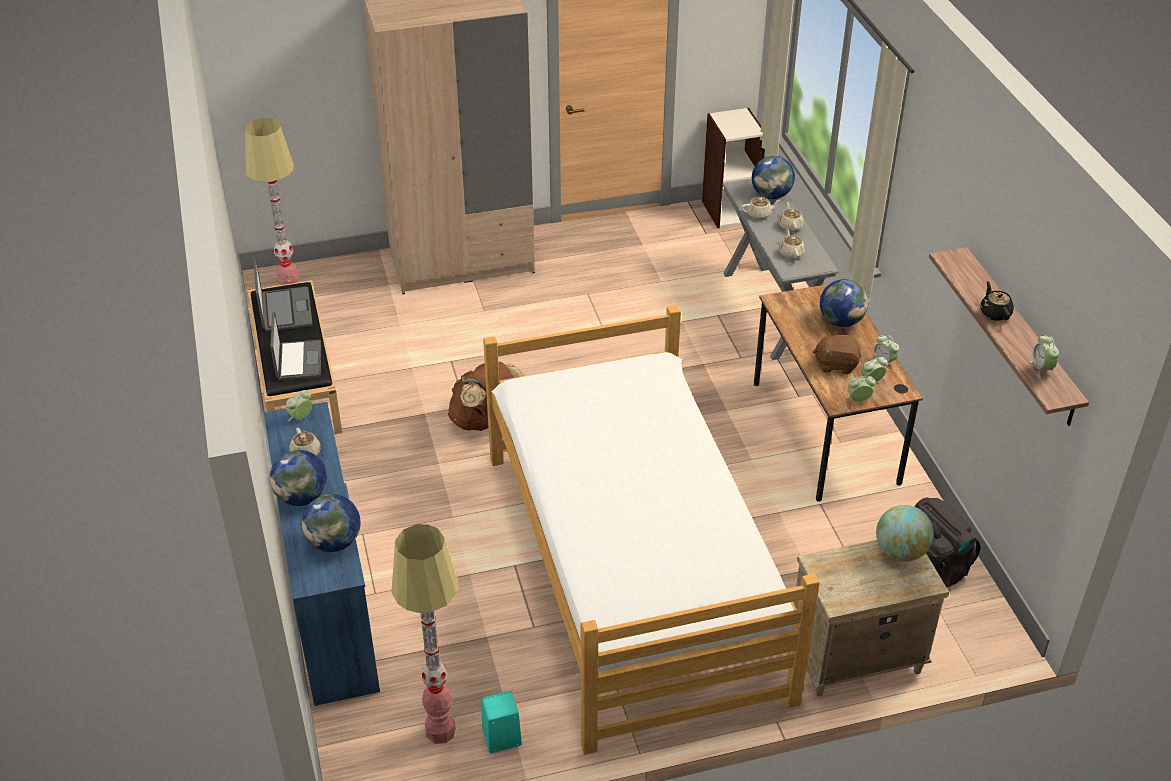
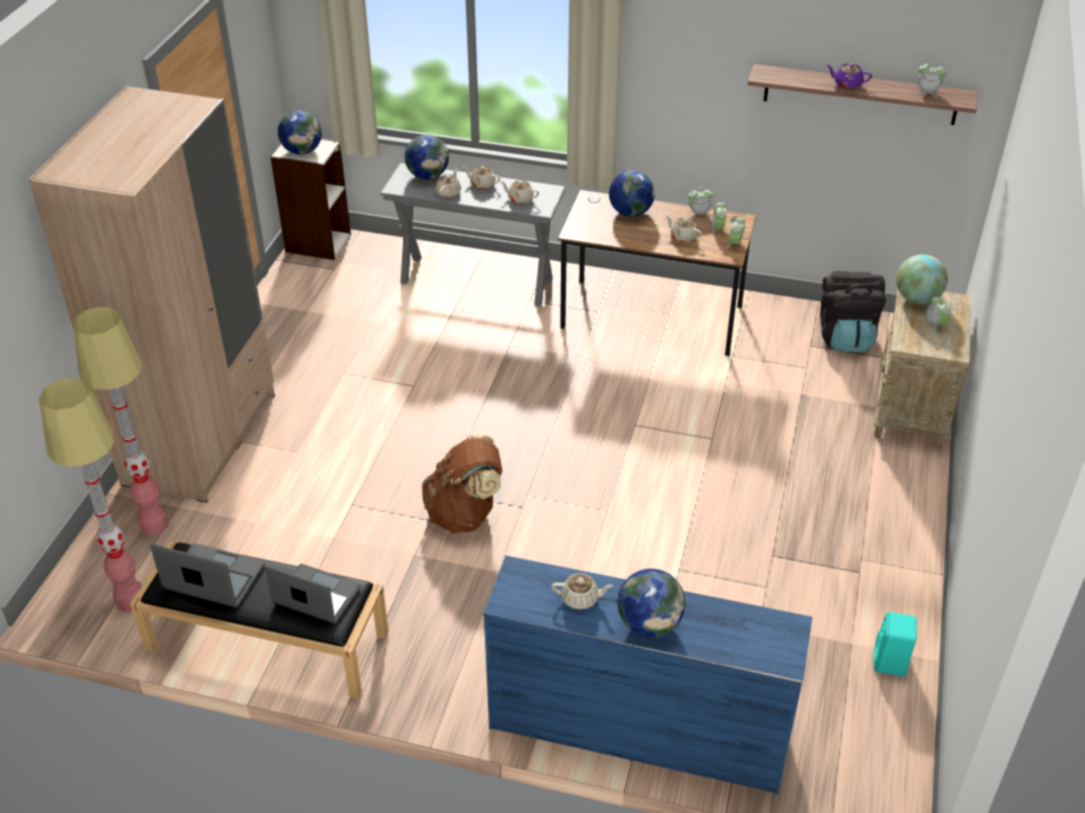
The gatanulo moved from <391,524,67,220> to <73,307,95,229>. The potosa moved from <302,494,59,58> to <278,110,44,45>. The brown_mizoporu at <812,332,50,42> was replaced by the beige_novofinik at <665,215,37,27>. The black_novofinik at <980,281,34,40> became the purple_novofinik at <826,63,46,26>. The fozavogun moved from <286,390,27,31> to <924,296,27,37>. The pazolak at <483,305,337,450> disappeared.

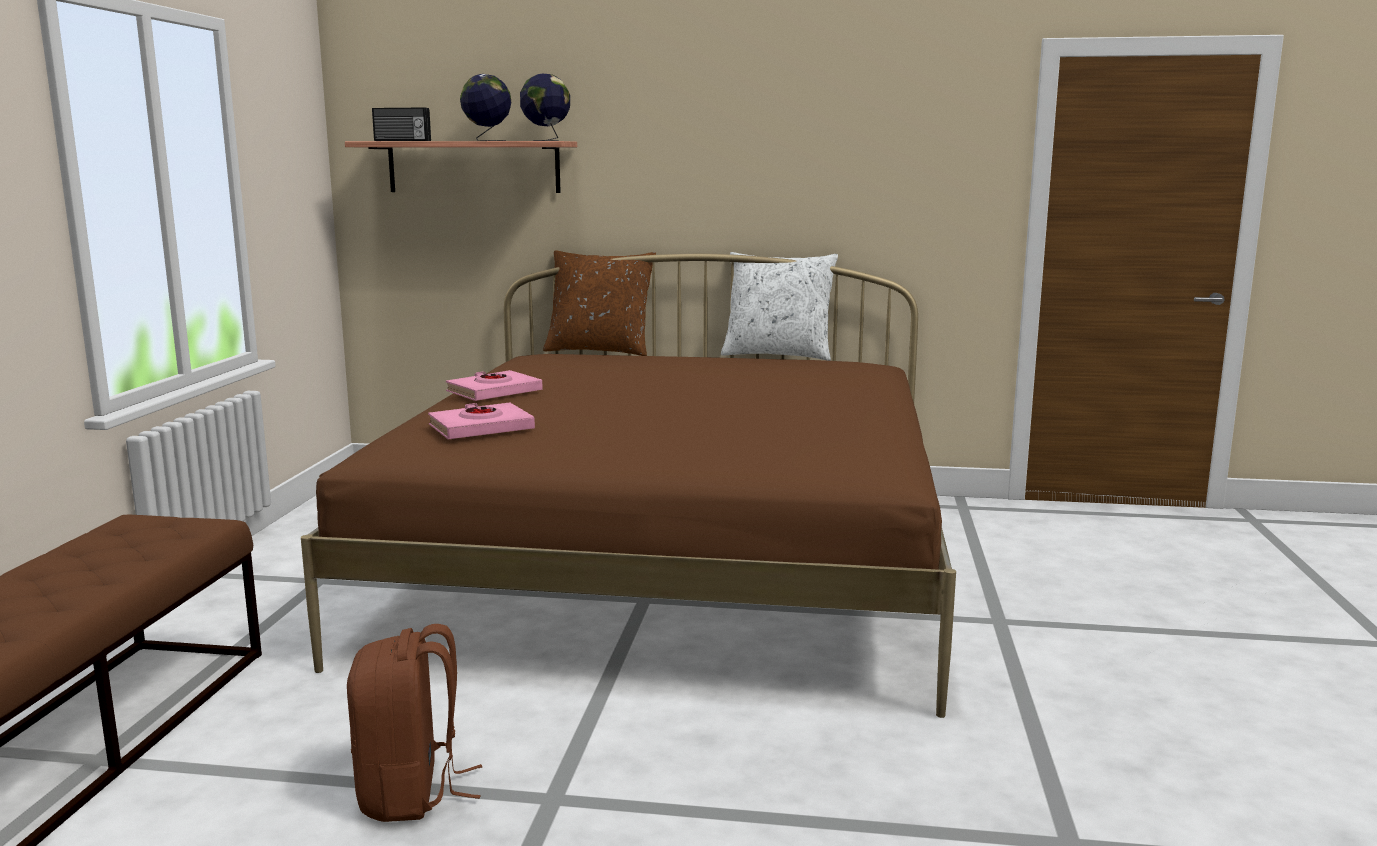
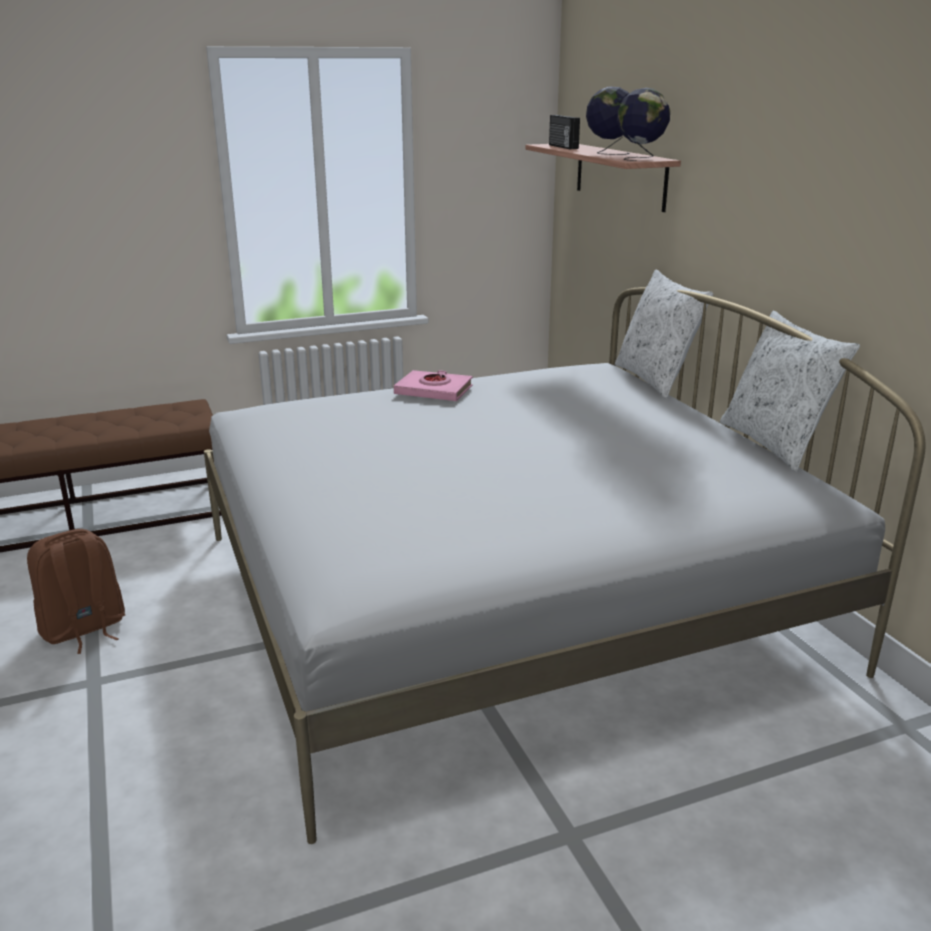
The brown_pazolak at <301,254,655,464> became the white_pazolak at <204,287,722,557>. The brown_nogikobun at <543,250,113,106> became the white_nogikobun at <615,270,98,129>. The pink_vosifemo at <428,403,107,36> disappeared.

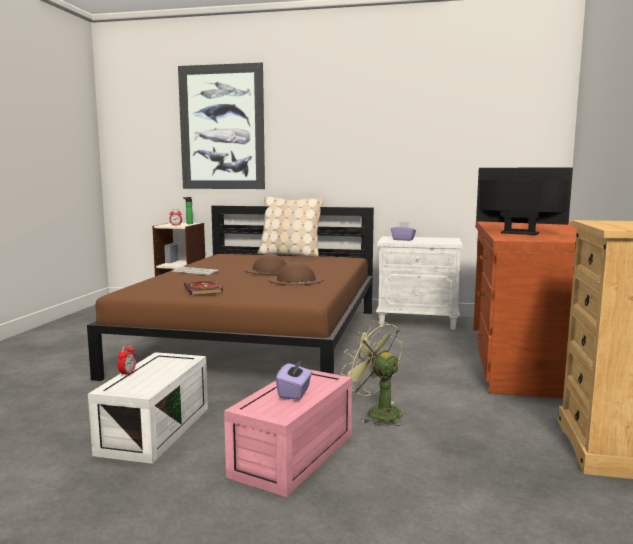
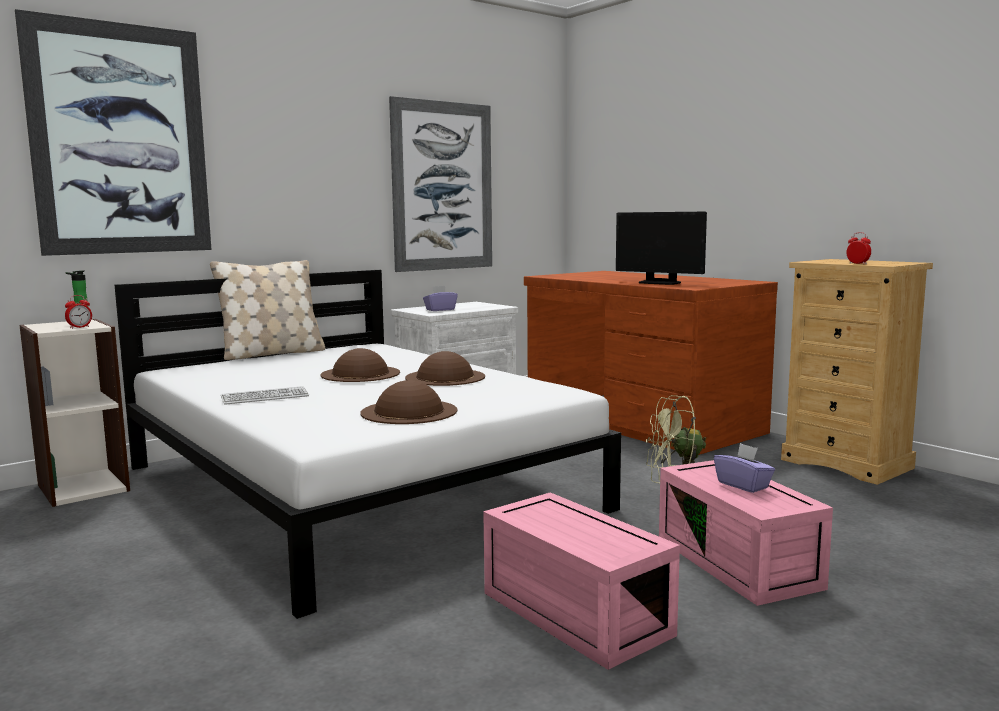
The brown_pazolak at <87,206,287,175> became the white_pazolak at <115,270,506,349>. The vosifemo at <184,280,39,15> was replaced by the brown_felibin at <360,380,97,44>. The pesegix at <389,96,103,176> appeared. The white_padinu at <88,352,120,112> became the pink_padinu at <483,493,197,177>. The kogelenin at <476,167,97,68> turned 120 degrees counterclockwise. The fozavogun moved from <118,344,18,33> to <846,232,25,32>.

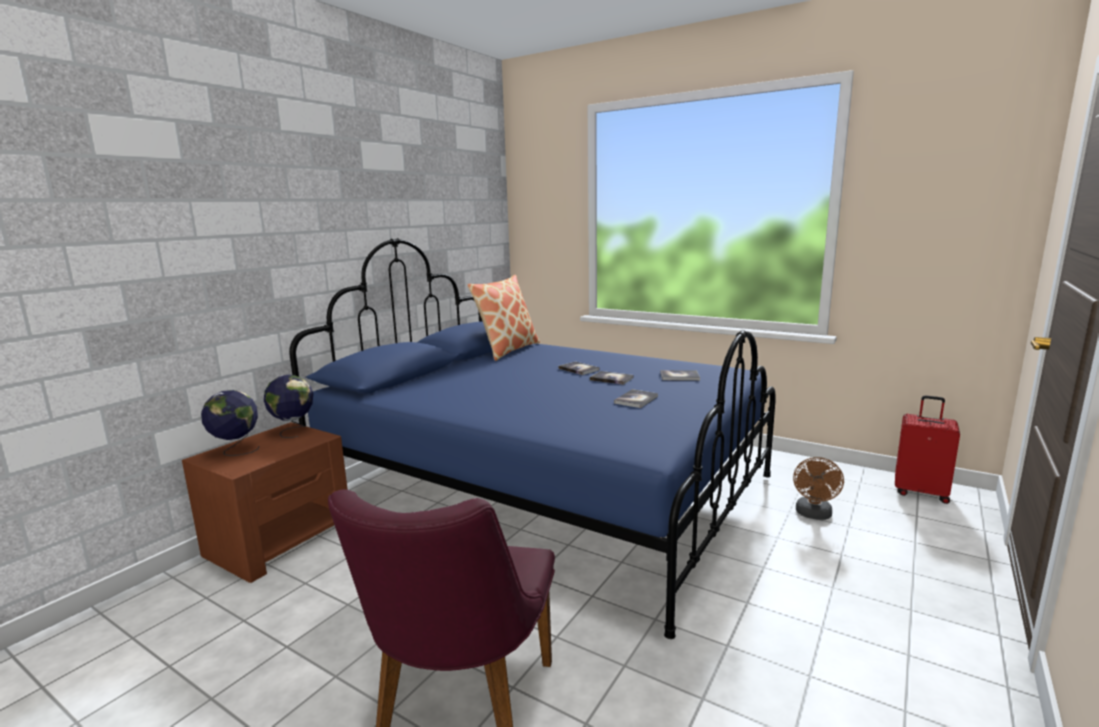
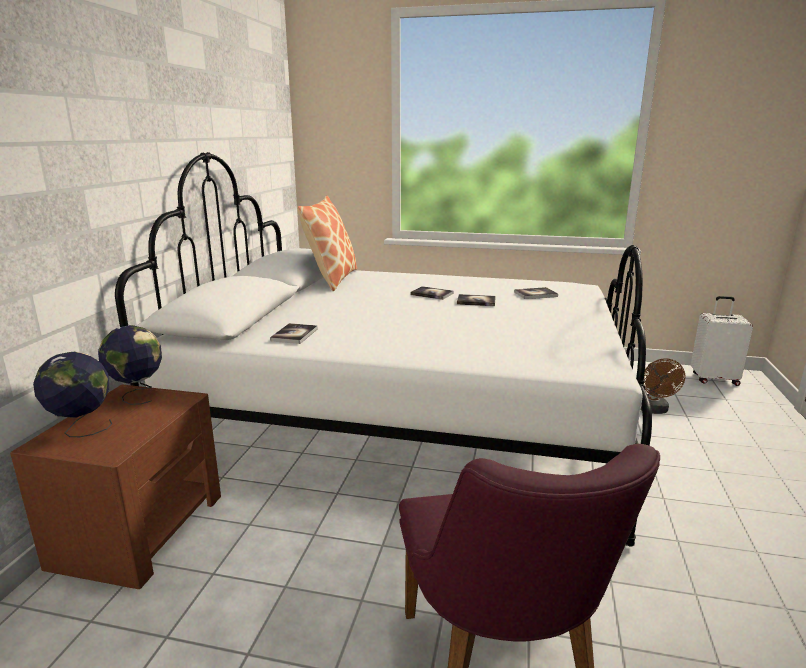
The blue_pazolak at <289,238,487,401> became the white_pazolak at <115,152,537,394>. The vosifemo moved from <614,389,44,19> to <270,323,48,21>. The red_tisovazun at <895,395,65,109> became the white_tisovazun at <691,296,62,90>.

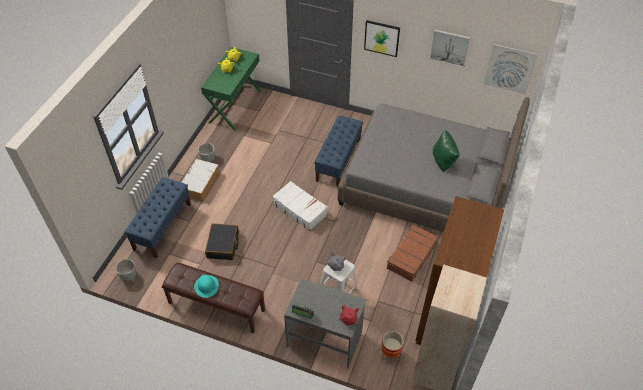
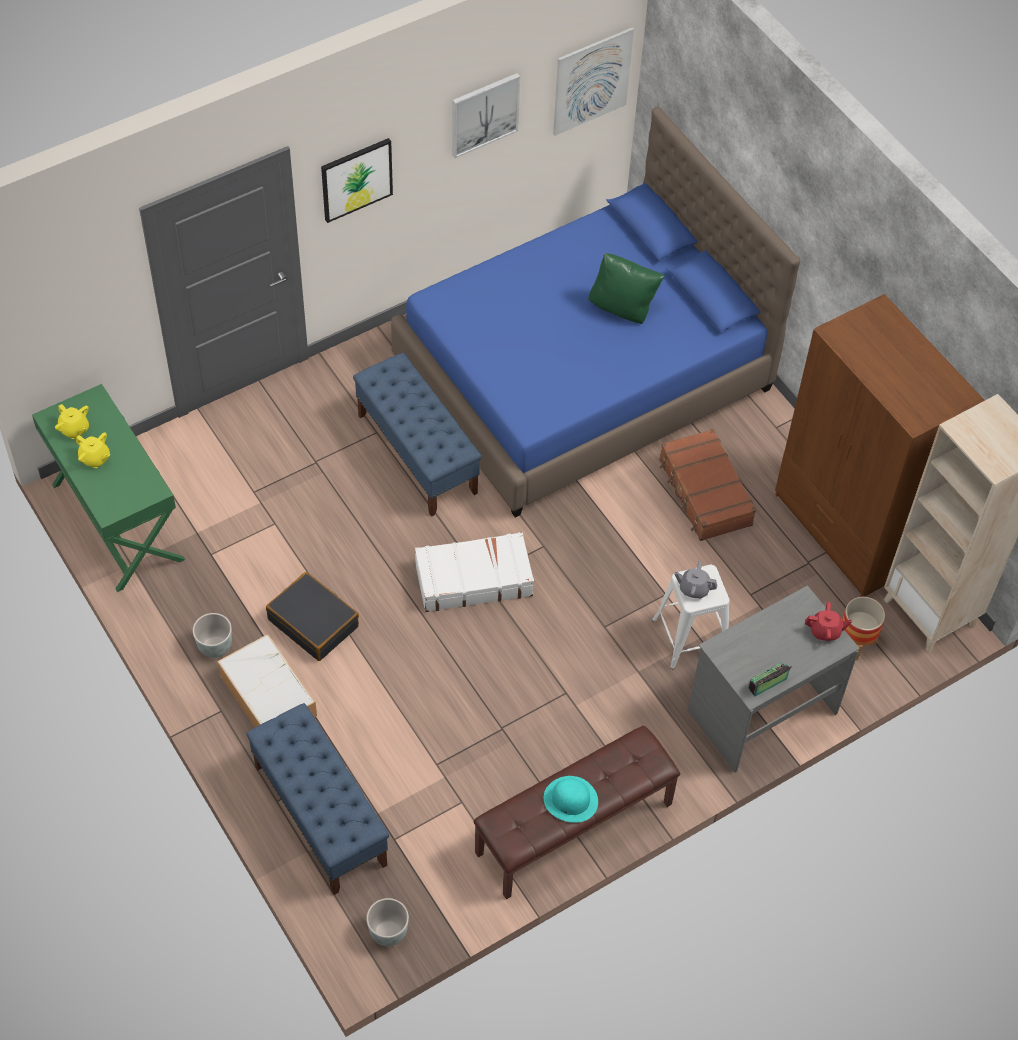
The black_tisovazun moved from <205,223,34,37> to <266,572,93,89>. The grey_pazolak at <337,97,193,135> became the blue_pazolak at <391,107,409,411>.

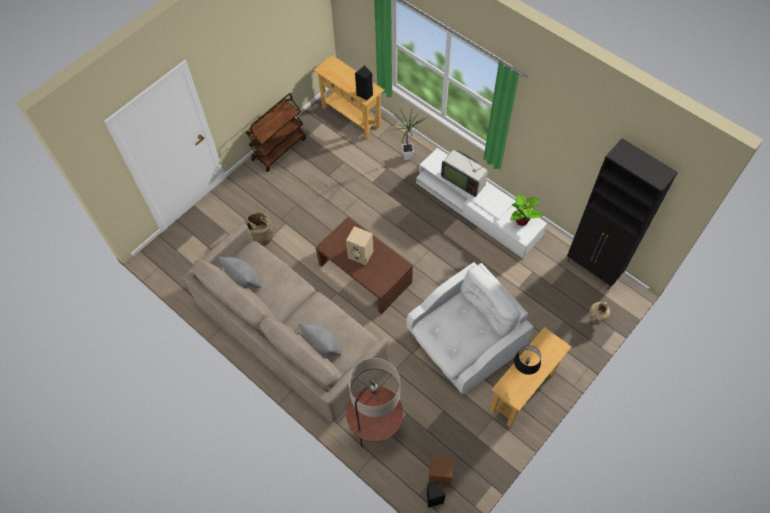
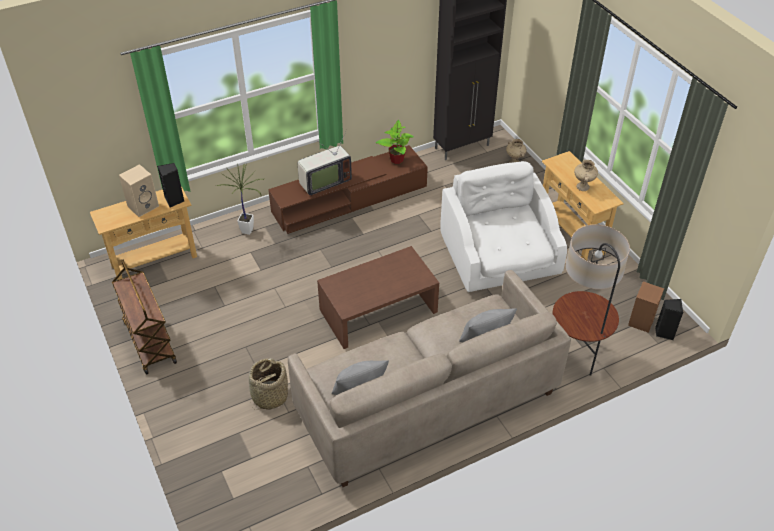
The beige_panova moved from <346,226,27,39> to <119,164,40,53>. The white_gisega at <416,148,131,110> became the brown_gisega at <268,145,160,89>. The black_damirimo at <514,345,27,30> was replaced by the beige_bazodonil at <574,160,24,31>.

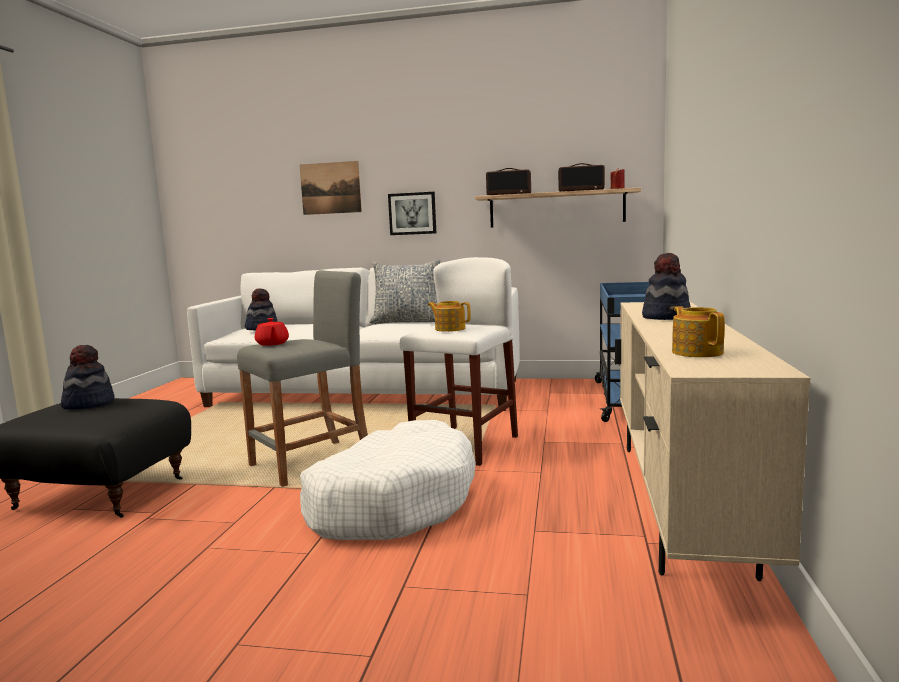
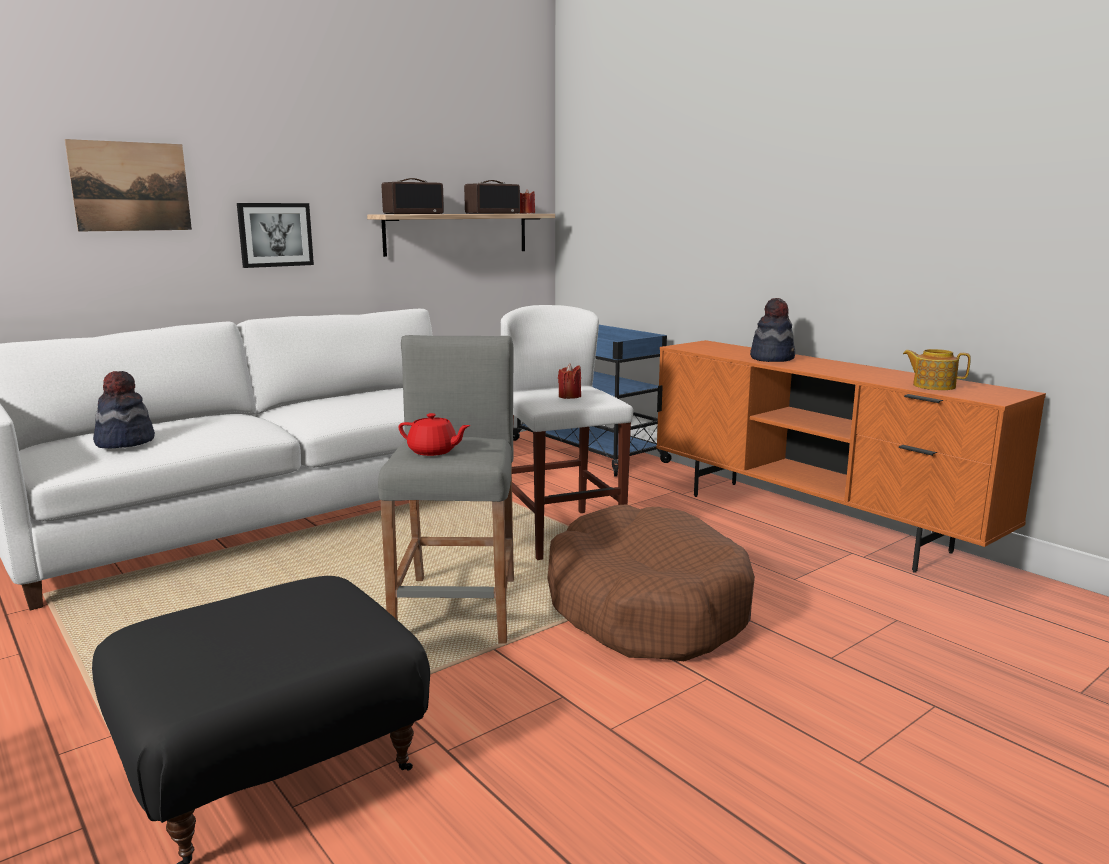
The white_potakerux at <300,420,176,120> became the brown_potakerux at <548,504,207,157>. The novofinik at <428,301,43,31> was replaced by the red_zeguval at <558,363,23,36>. The beige_gisega at <615,301,195,280> became the orange_gisega at <656,340,390,233>. The felibin at <61,345,54,65> disappeared. The nogikobun at <370,259,71,65> disappeared.

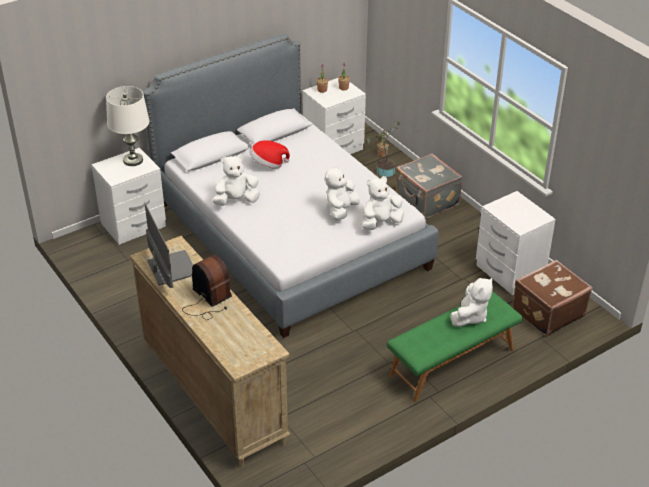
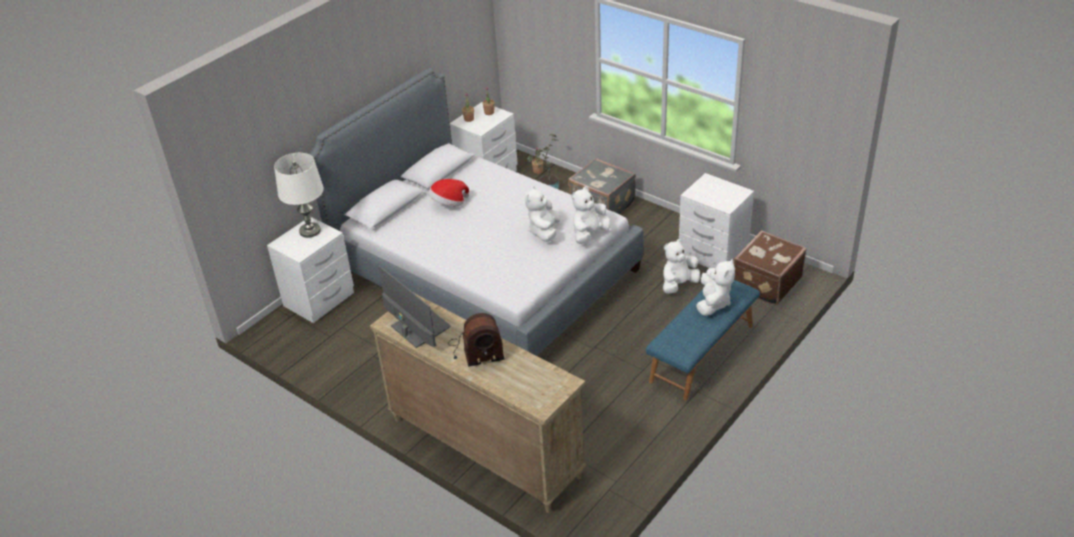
The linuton at <182,255,50,65> turned 135 degrees clockwise. The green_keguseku at <387,291,136,111> became the blue_keguseku at <646,280,114,121>. The white_mizoporu moved from <212,155,48,51> to <663,239,37,55>.

